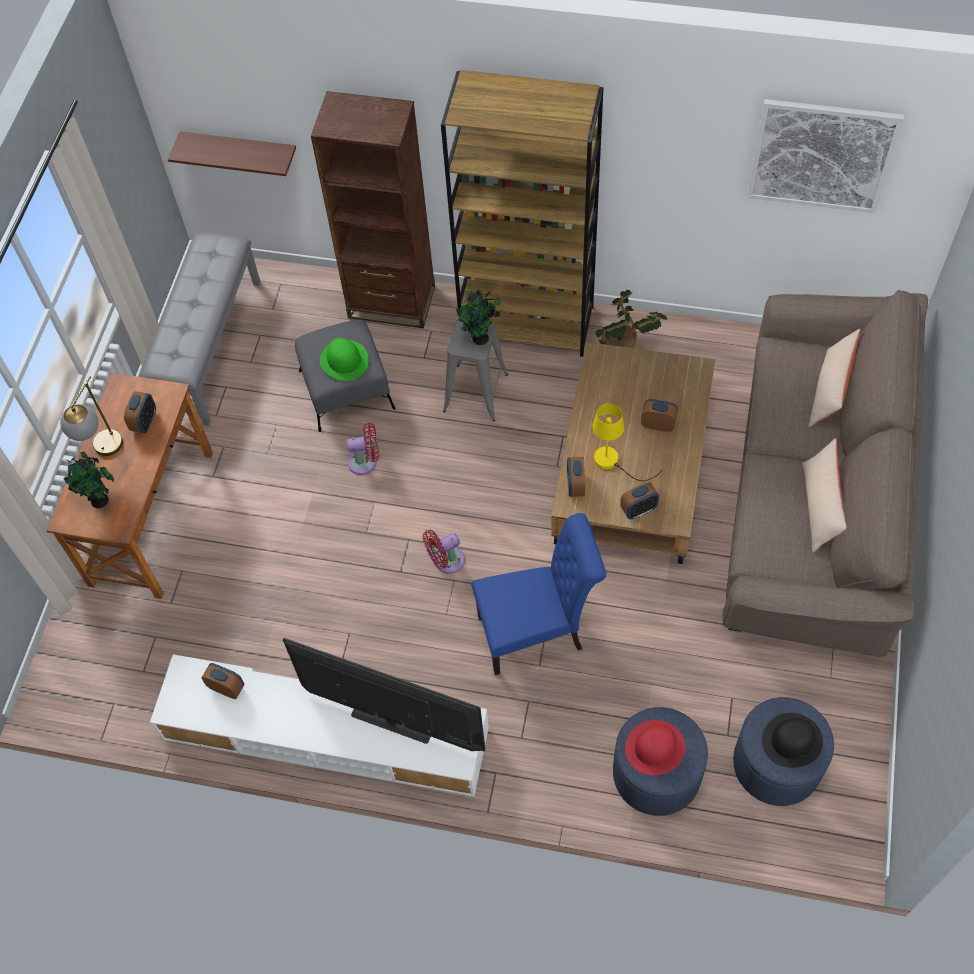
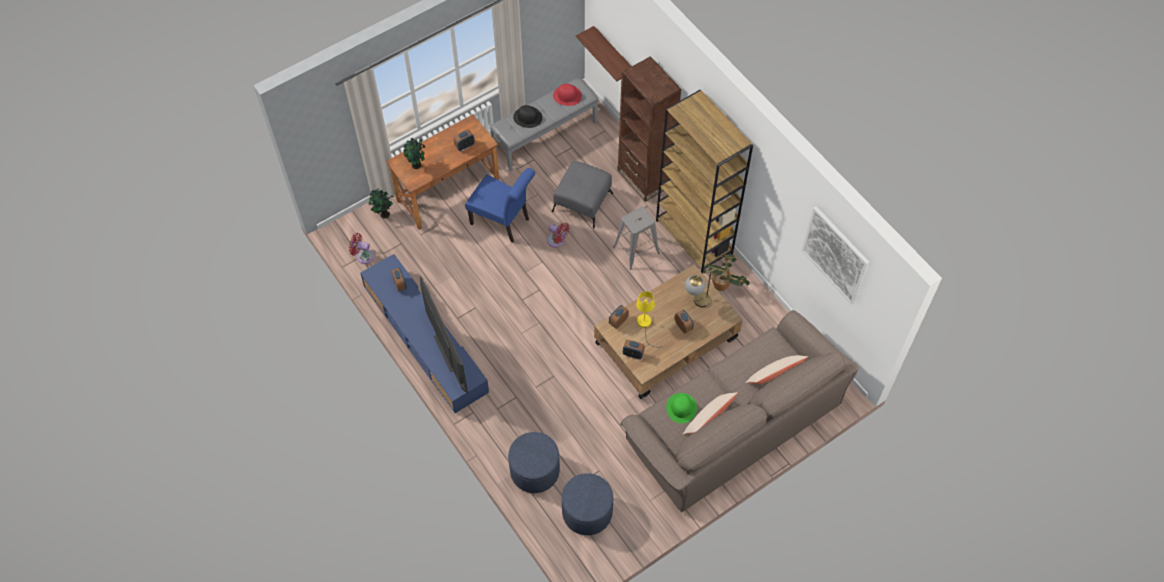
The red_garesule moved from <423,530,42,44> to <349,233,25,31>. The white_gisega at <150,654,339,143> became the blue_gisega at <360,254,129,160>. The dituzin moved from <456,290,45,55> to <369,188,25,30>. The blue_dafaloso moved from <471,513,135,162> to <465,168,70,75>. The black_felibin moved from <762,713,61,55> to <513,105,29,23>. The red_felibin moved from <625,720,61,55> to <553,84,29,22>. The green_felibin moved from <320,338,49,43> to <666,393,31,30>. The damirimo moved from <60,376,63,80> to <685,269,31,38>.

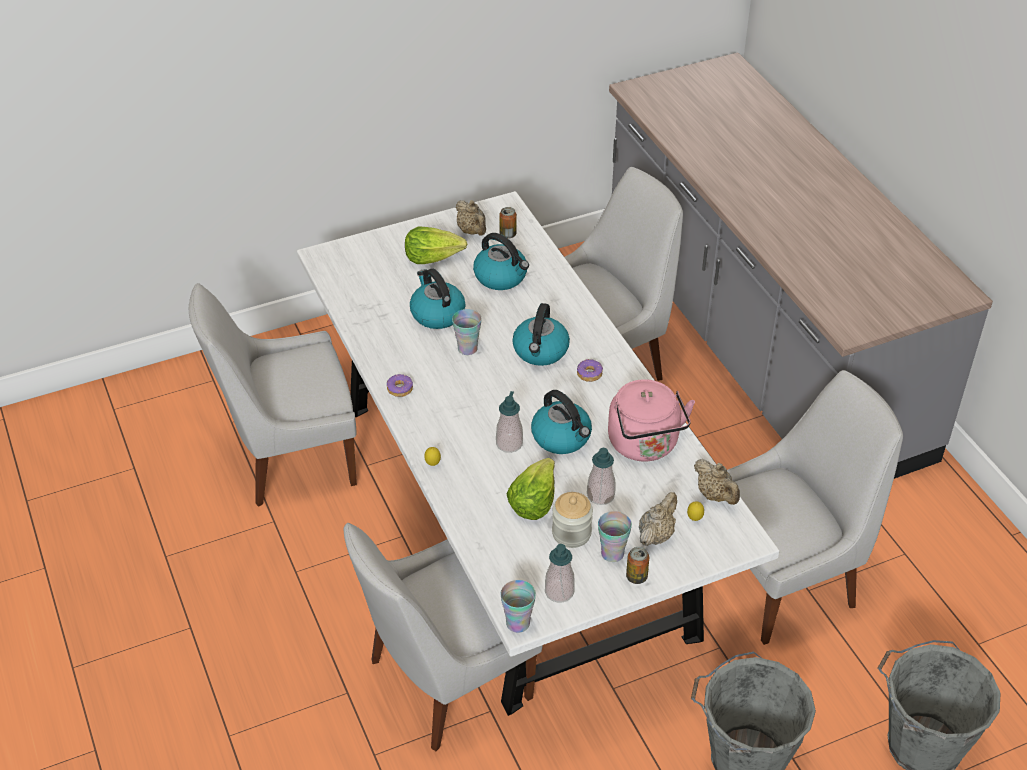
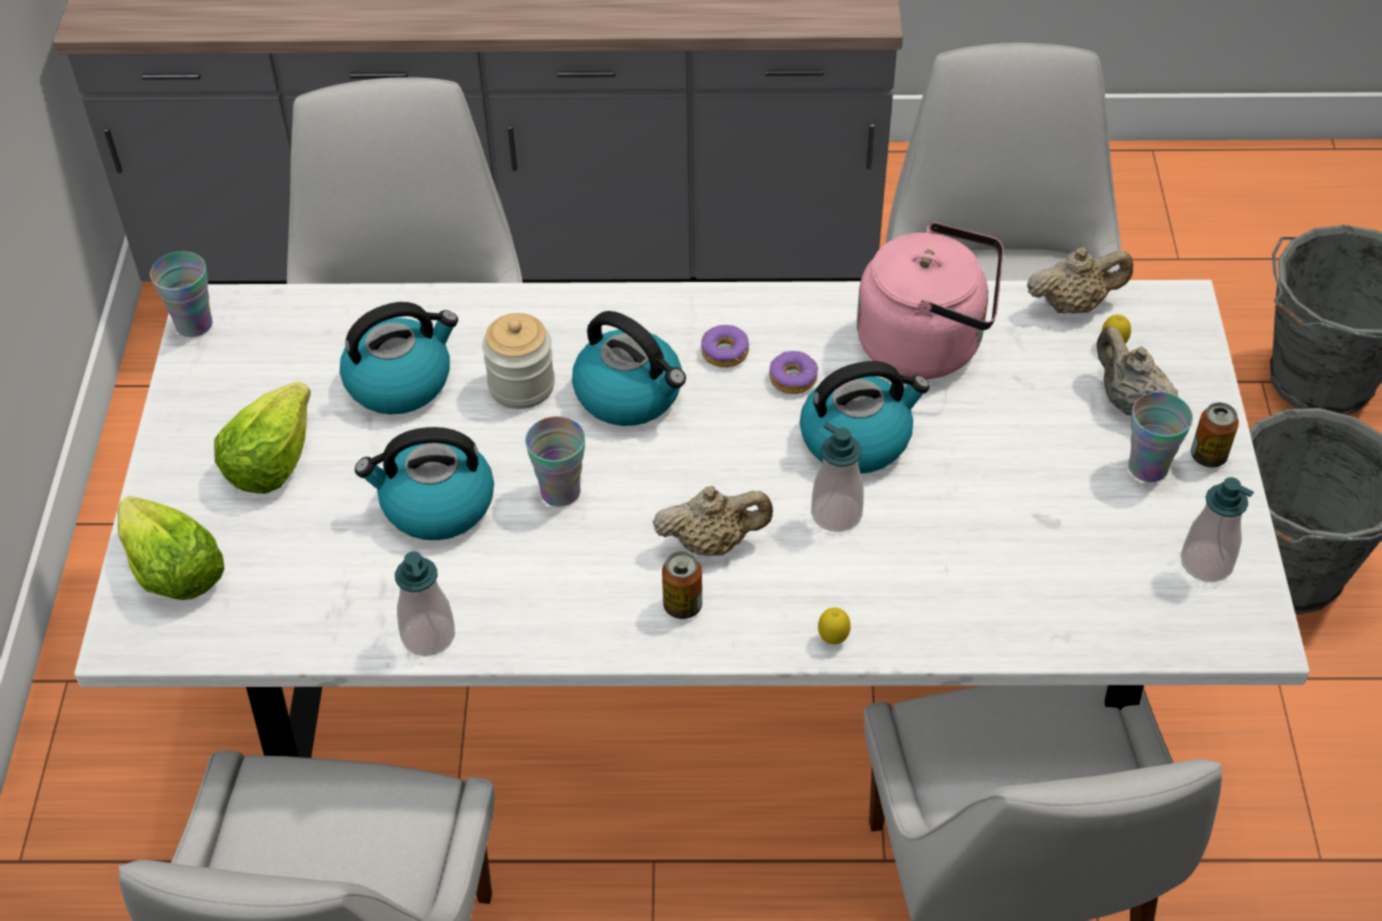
The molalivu moved from <507,458,48,62> to <117,496,108,104>. The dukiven moved from <501,580,35,53> to <150,251,63,86>. The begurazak moved from <587,448,29,57> to <395,551,60,105>. The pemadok moved from <552,492,41,56> to <482,313,73,96>. The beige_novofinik moved from <455,200,31,35> to <652,486,121,70>. The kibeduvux moved from <499,207,18,32> to <662,552,40,67>. The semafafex moved from <387,374,26,23> to <770,351,49,43>.

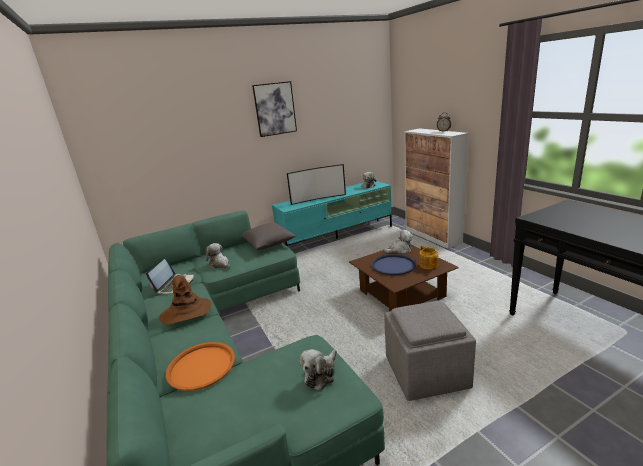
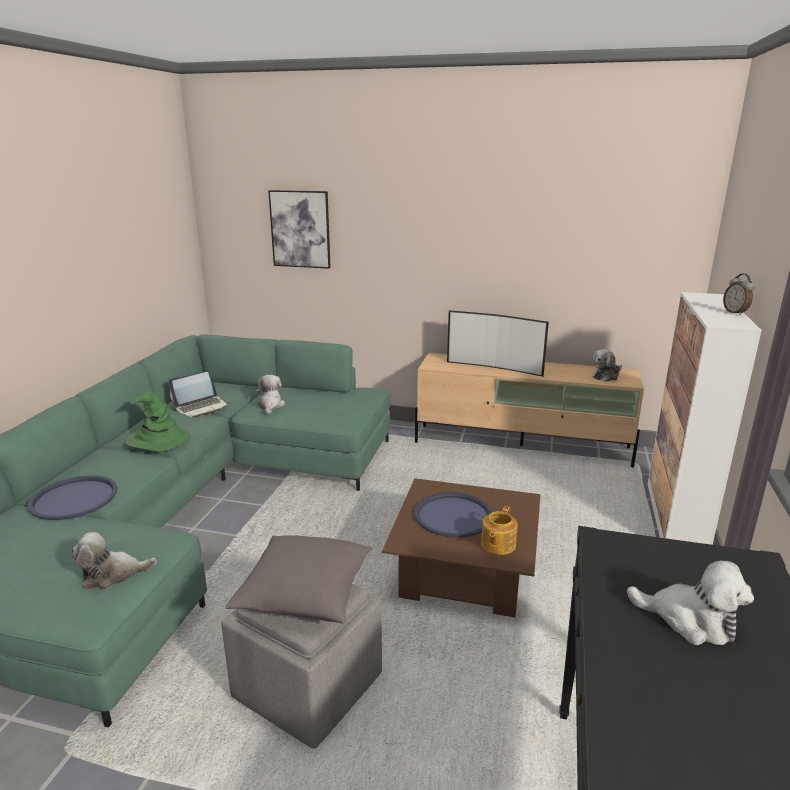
The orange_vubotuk at <166,342,69,49> became the blue_vubotuk at <28,475,89,45>. The brown_felibin at <159,275,53,50> became the green_felibin at <124,392,67,59>. The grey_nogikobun moved from <242,223,54,27> to <225,535,147,89>. The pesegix moved from <252,81,45,56> to <268,190,63,79>. The turquoise_gisega at <272,181,120,66> became the beige_gisega at <415,353,229,114>. The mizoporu moved from <384,230,29,24> to <627,561,127,84>.

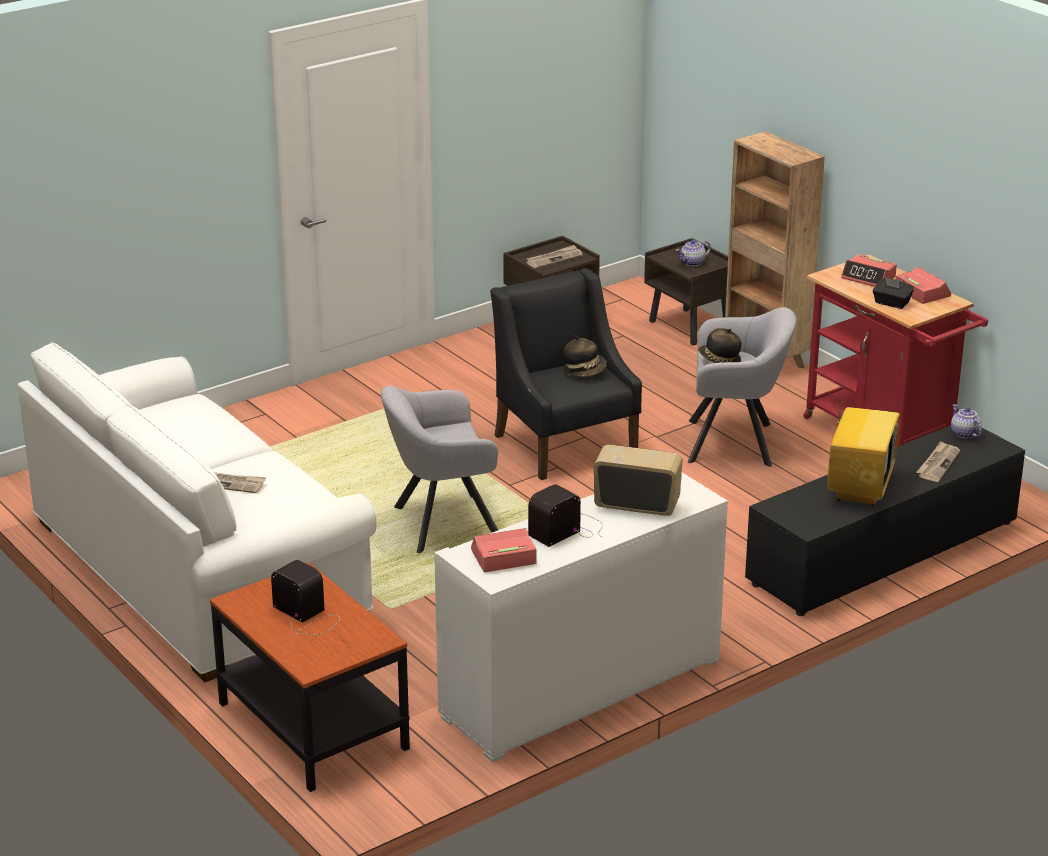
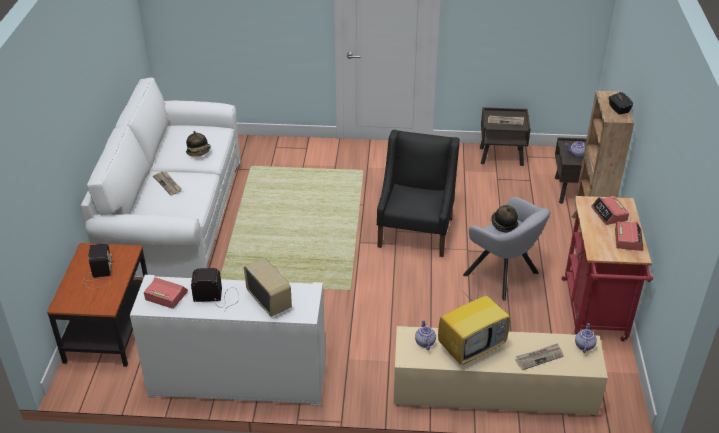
The felibin moved from <563,335,44,42> to <186,131,25,26>. The black_gisega at <745,425,280,191> became the beige_gisega at <393,326,215,90>. The novofinik at <415,320,21,30> appeared. The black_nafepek moved from <872,277,42,32> to <609,92,24,23>. The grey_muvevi at <381,386,117,167> disappeared.

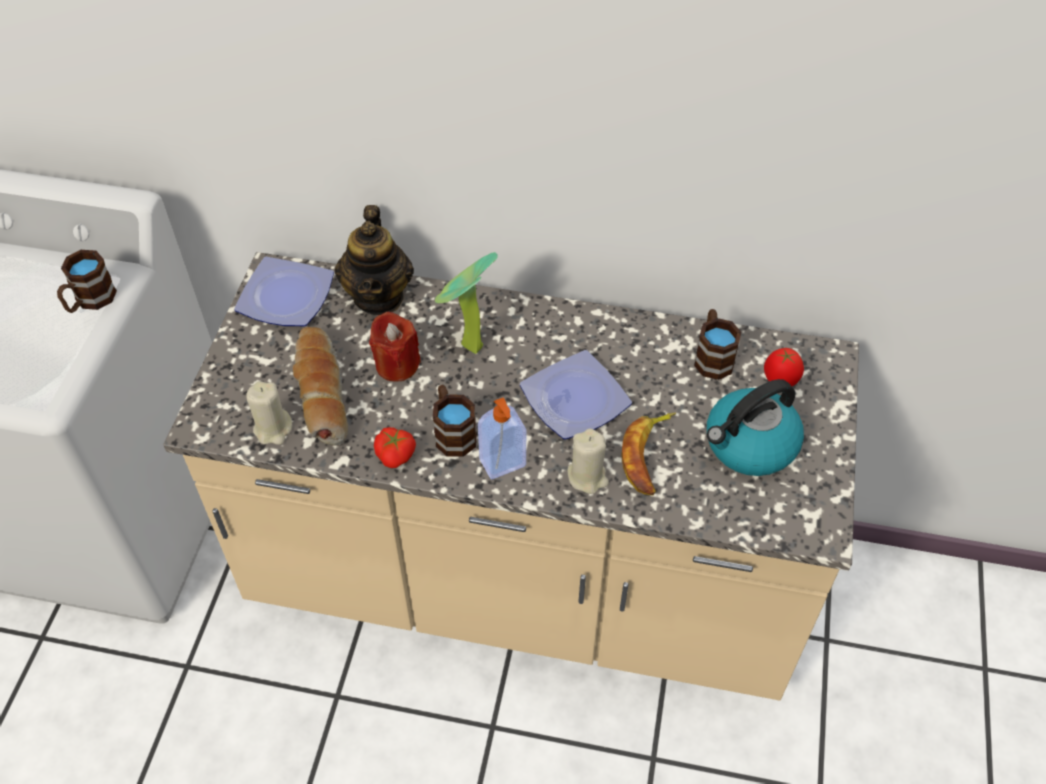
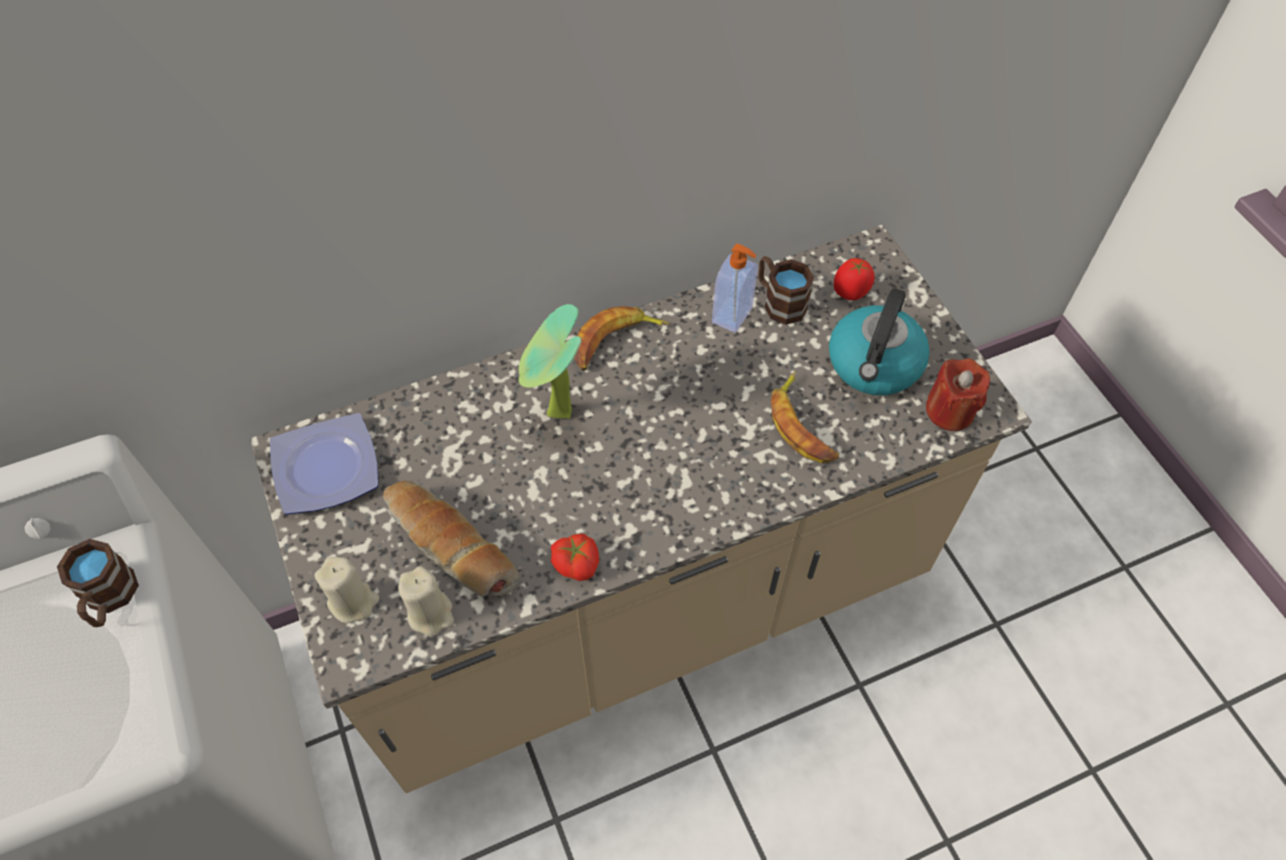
The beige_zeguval moved from <567,428,42,66> to <315,557,65,66>. The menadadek at <574,306,96,65> appeared. The begurazak moved from <478,397,48,82> to <712,244,46,89>. The red_zeguval moved from <369,311,52,71> to <926,359,64,72>. The novofinik at <335,205,79,110> disappeared. The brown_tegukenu at <433,385,44,72> disappeared. The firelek at <520,350,112,89> disappeared.

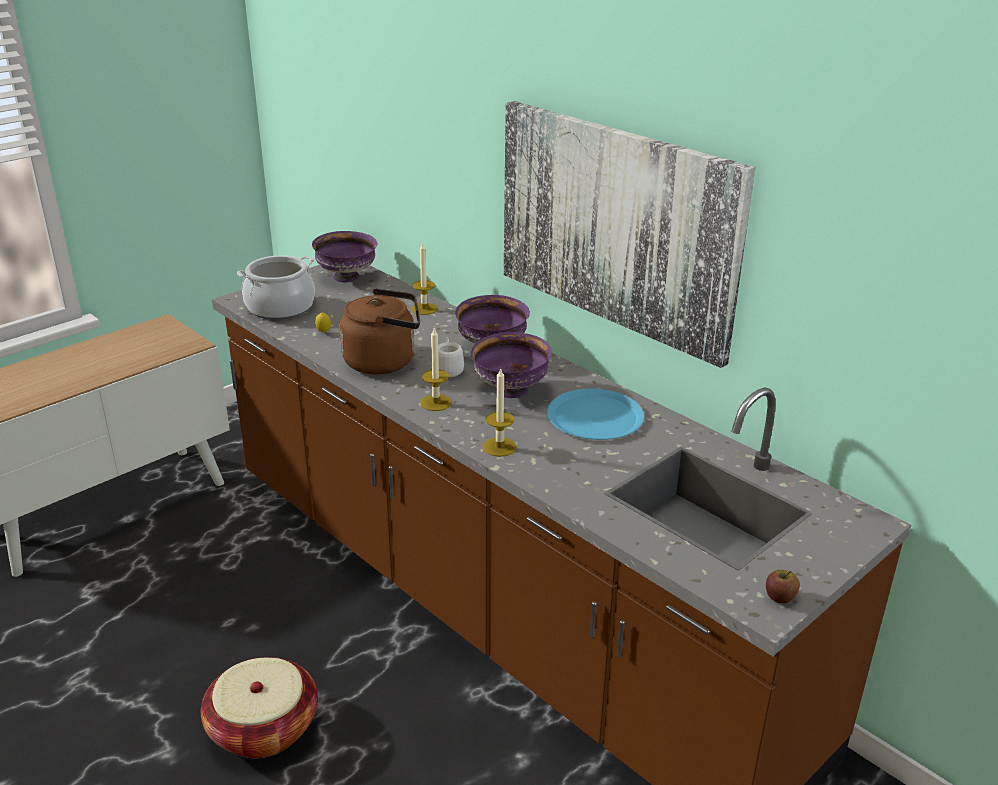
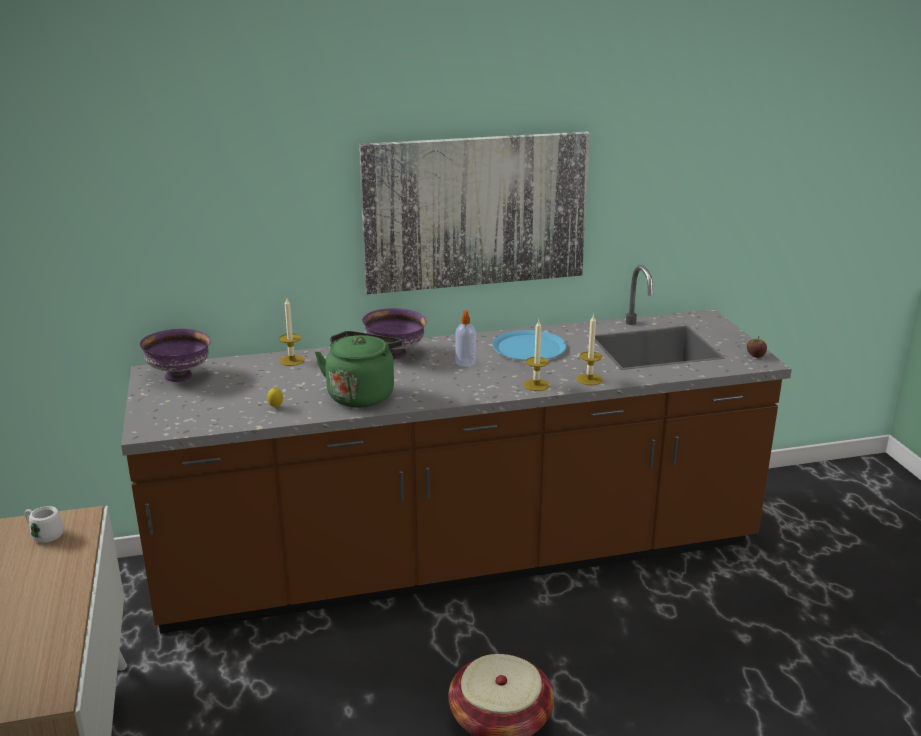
The white_tegukenu moved from <438,339,26,38> to <25,506,39,37>. The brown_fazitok at <340,288,80,87> became the green_fazitok at <315,331,87,77>. The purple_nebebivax at <471,332,81,66> was replaced by the begurazak at <455,310,21,57>. The zeguval moved from <421,328,31,83> to <576,314,27,71>. The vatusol at <237,256,78,64> disappeared.

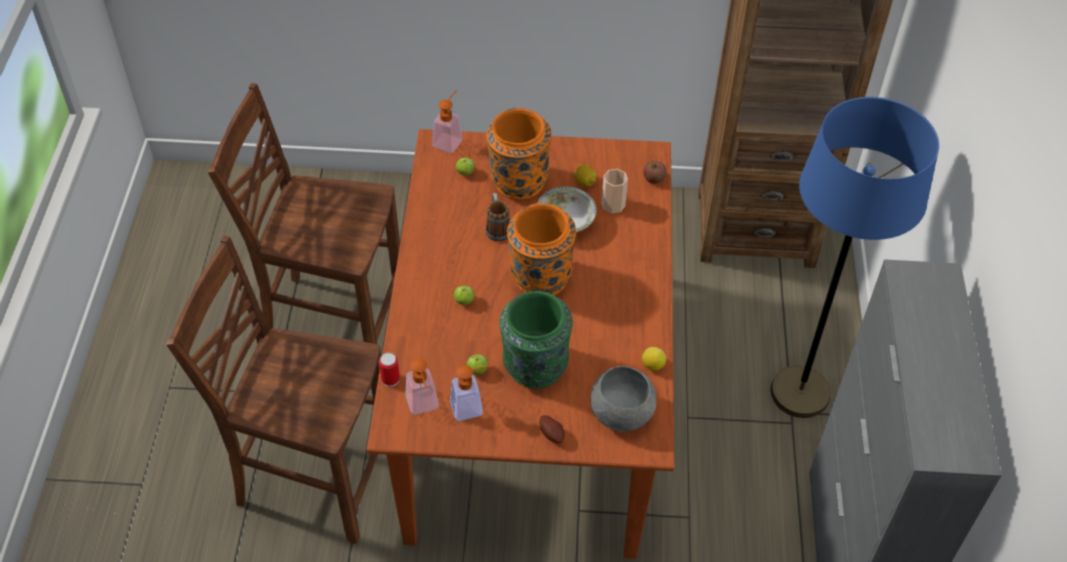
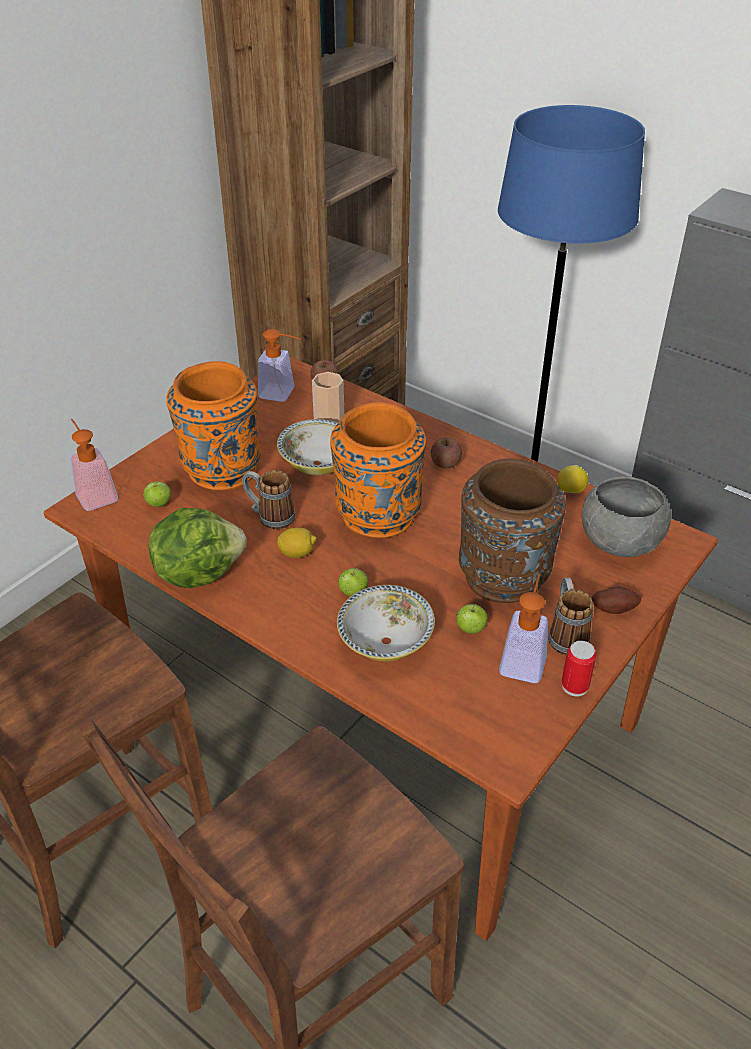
The molalivu at <149,508,97,80> appeared. The begurazak moved from <405,359,34,55> to <258,329,43,73>. The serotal moved from <575,165,22,22> to <277,527,40,31>. The nebebivax at <337,585,98,77> appeared. The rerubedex at <431,438,31,31> appeared. The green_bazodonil at <500,291,73,98> became the brown_bazodonil at <459,458,107,145>. The tegukenu at <548,577,45,78> appeared. The kibeduvux moved from <379,353,21,34> to <562,641,34,55>.

